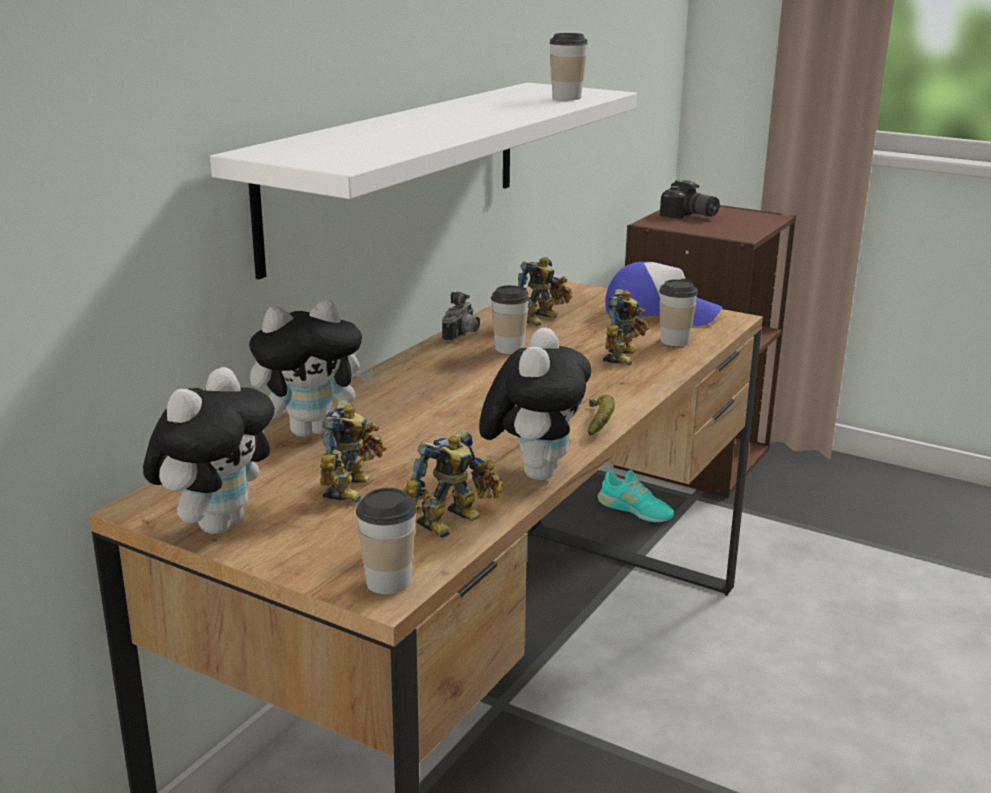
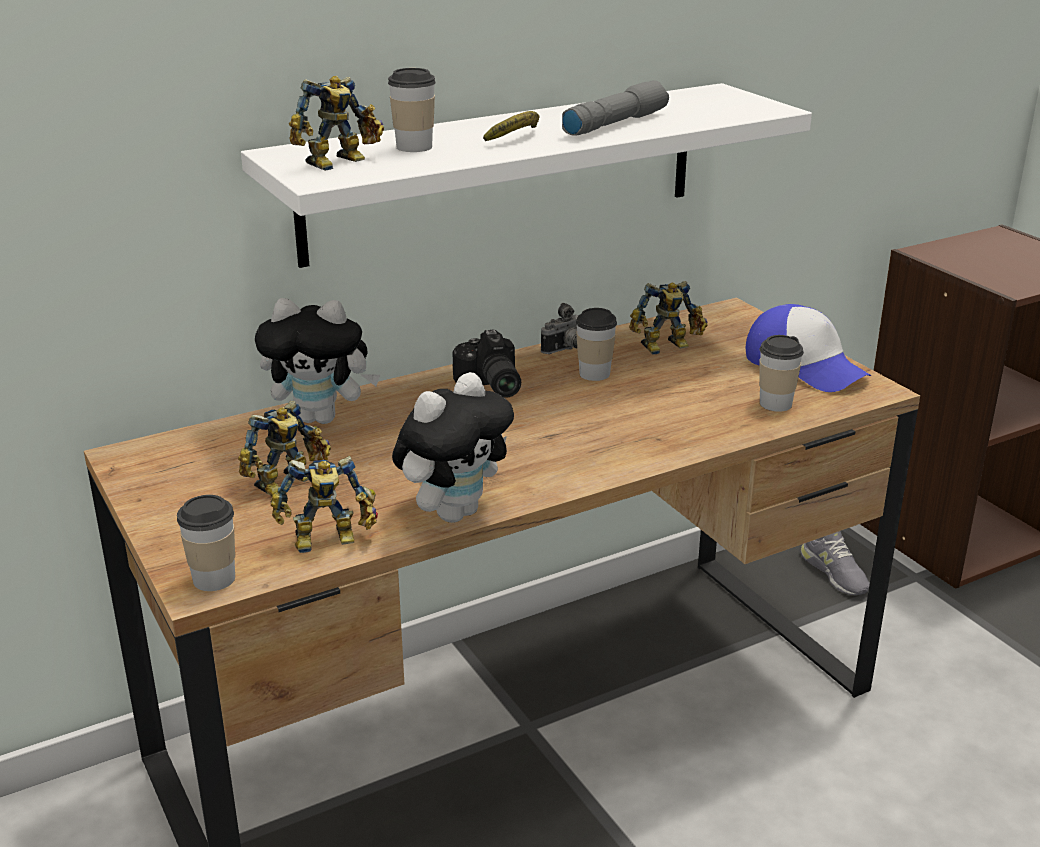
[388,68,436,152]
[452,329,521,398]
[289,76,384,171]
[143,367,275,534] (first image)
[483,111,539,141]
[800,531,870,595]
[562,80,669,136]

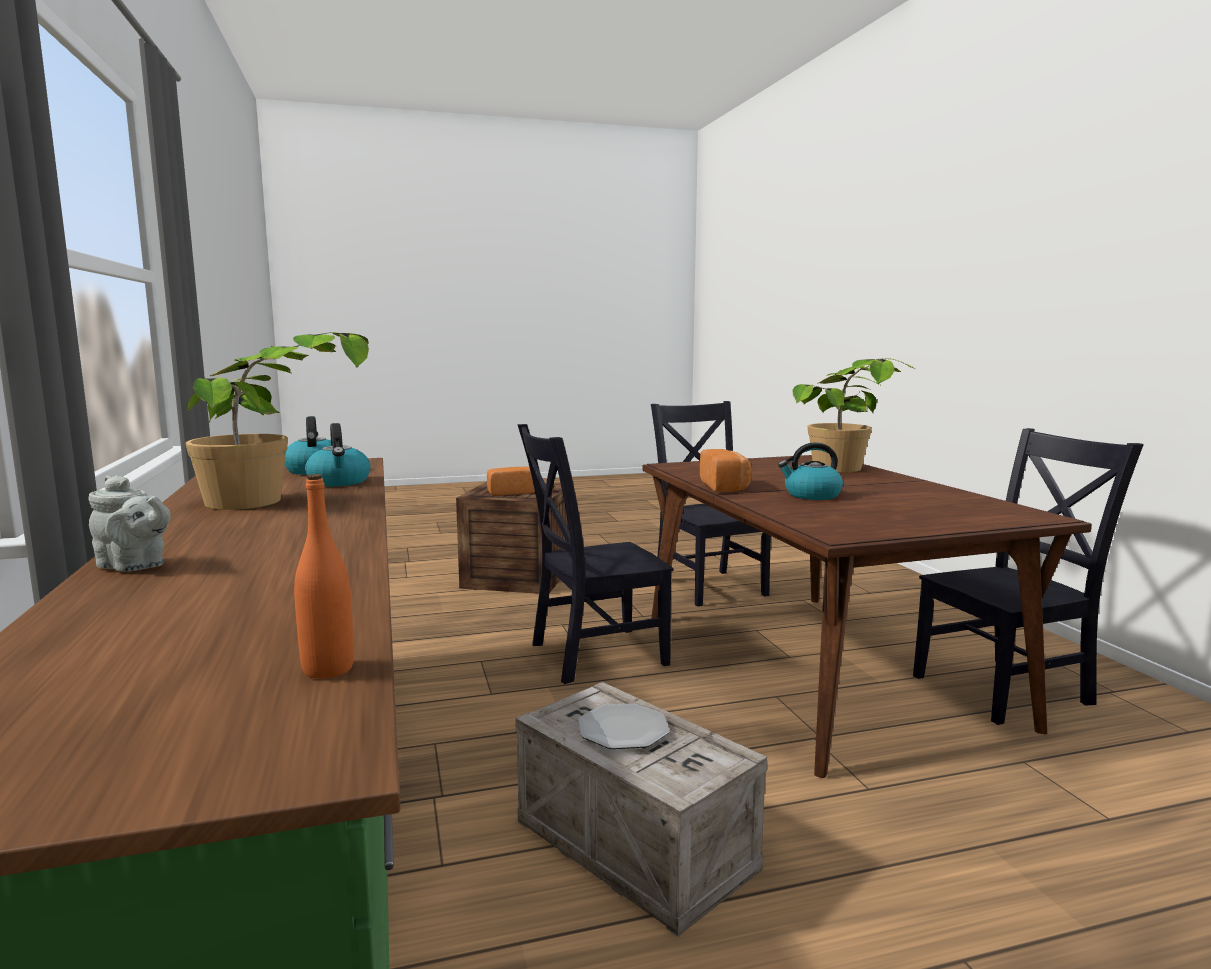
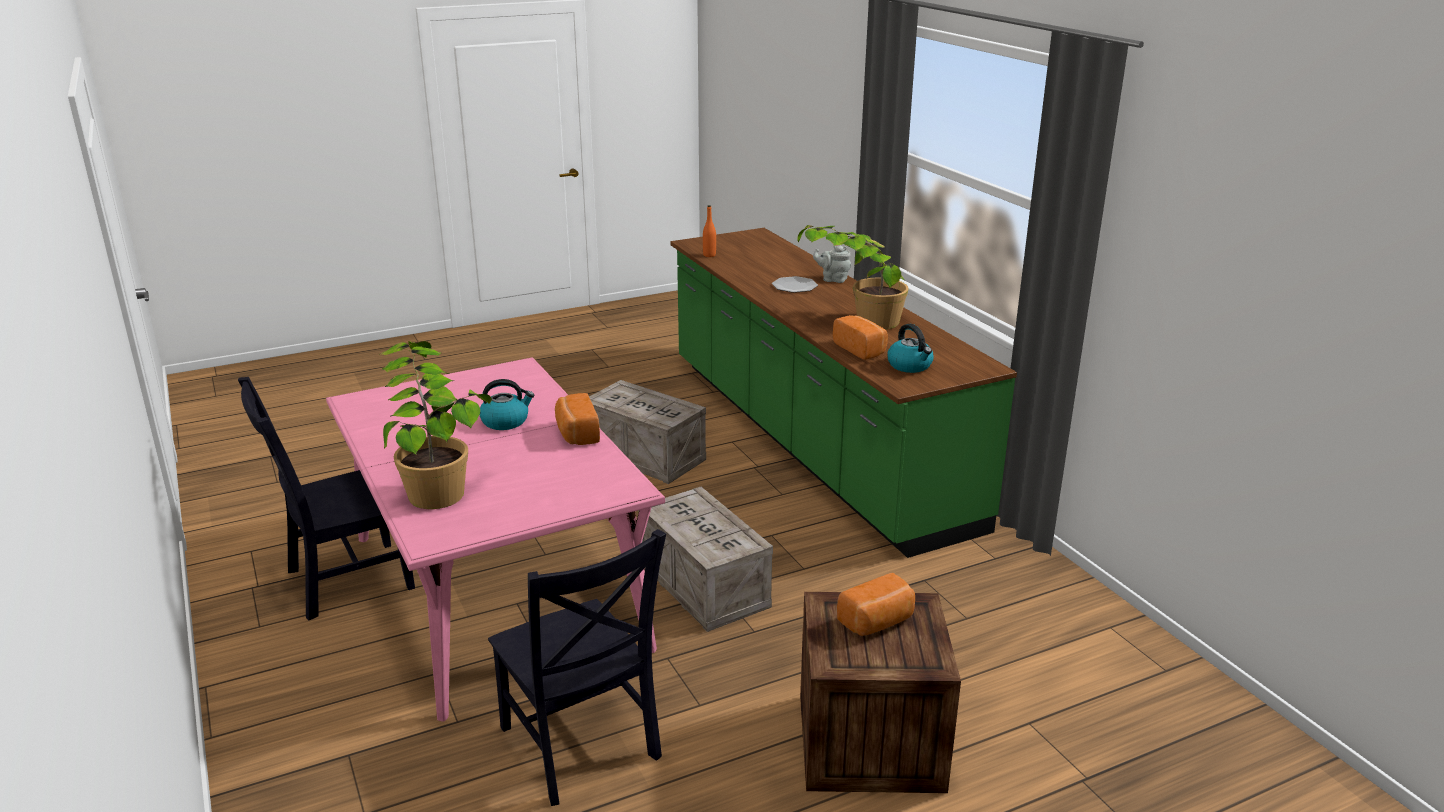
[833,315,888,360]
[642,487,773,632]
[326,357,665,722]
[772,276,818,293]

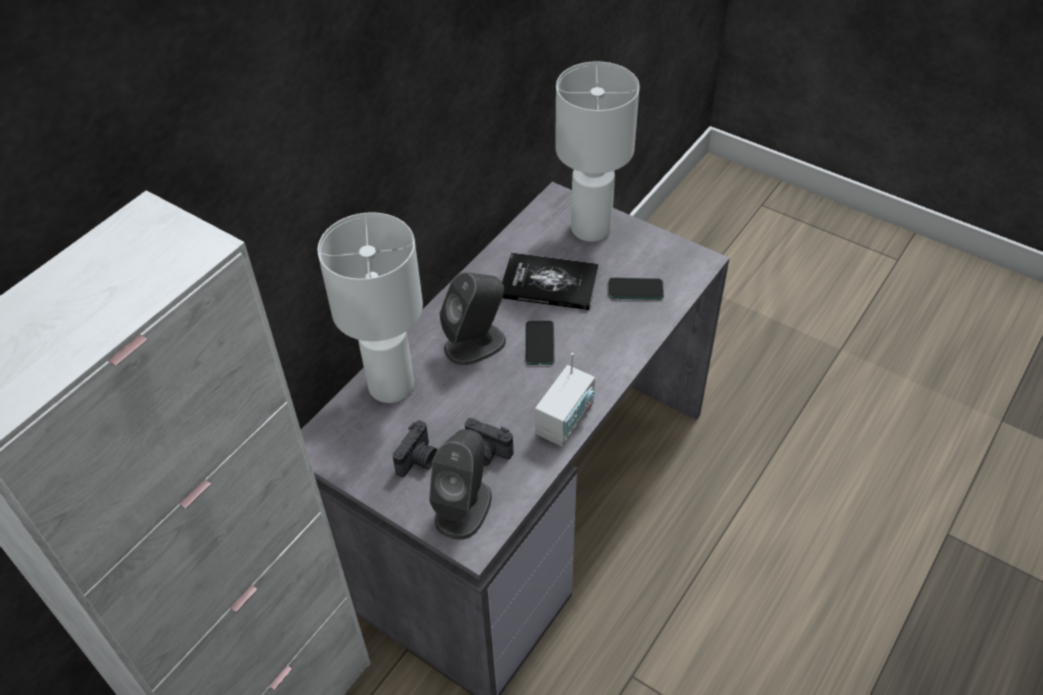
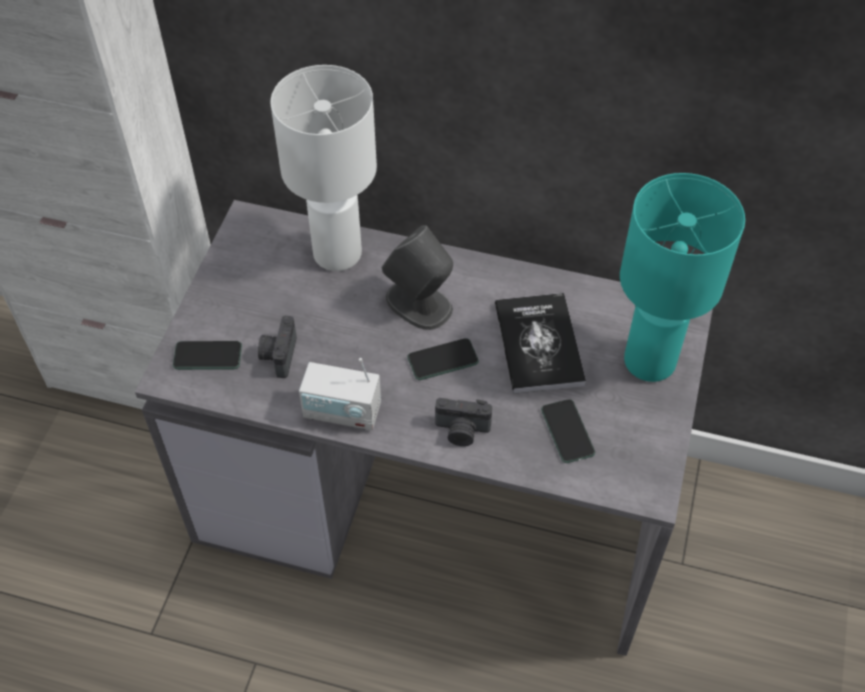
[620,173,745,382]
[435,398,492,446]
[173,341,242,370]

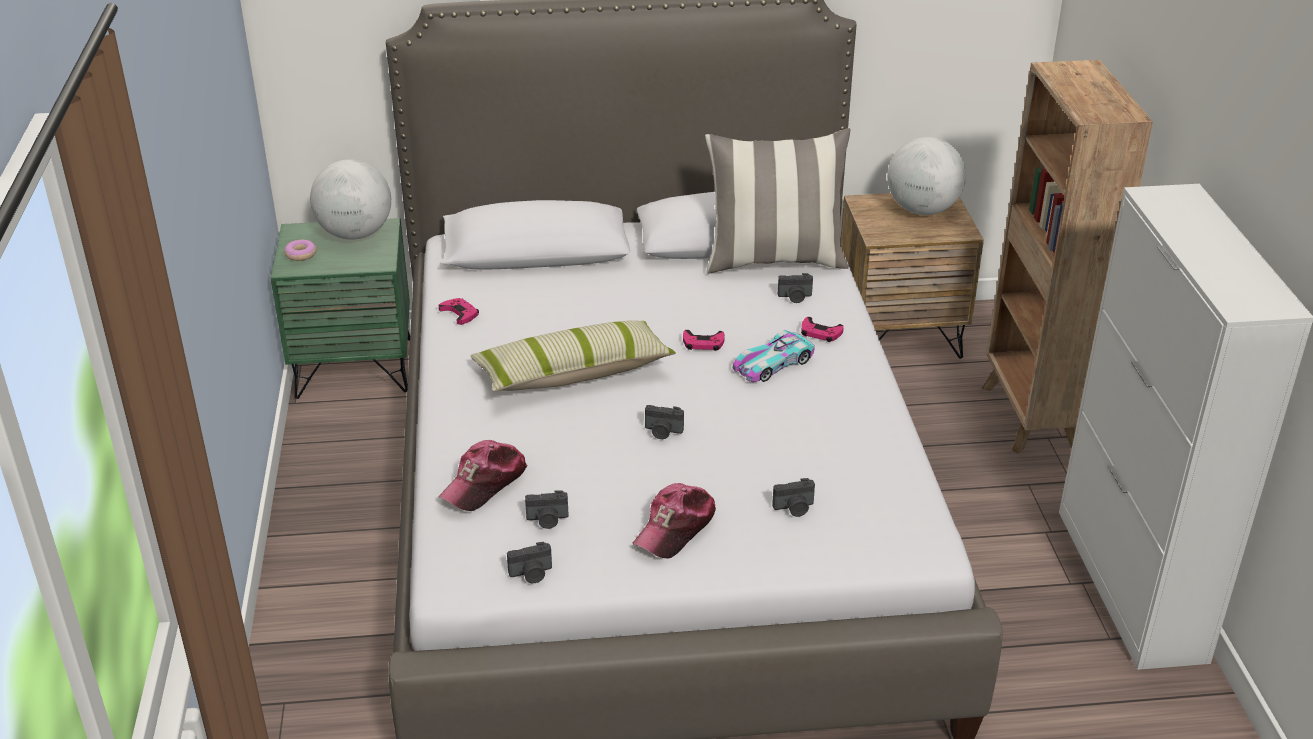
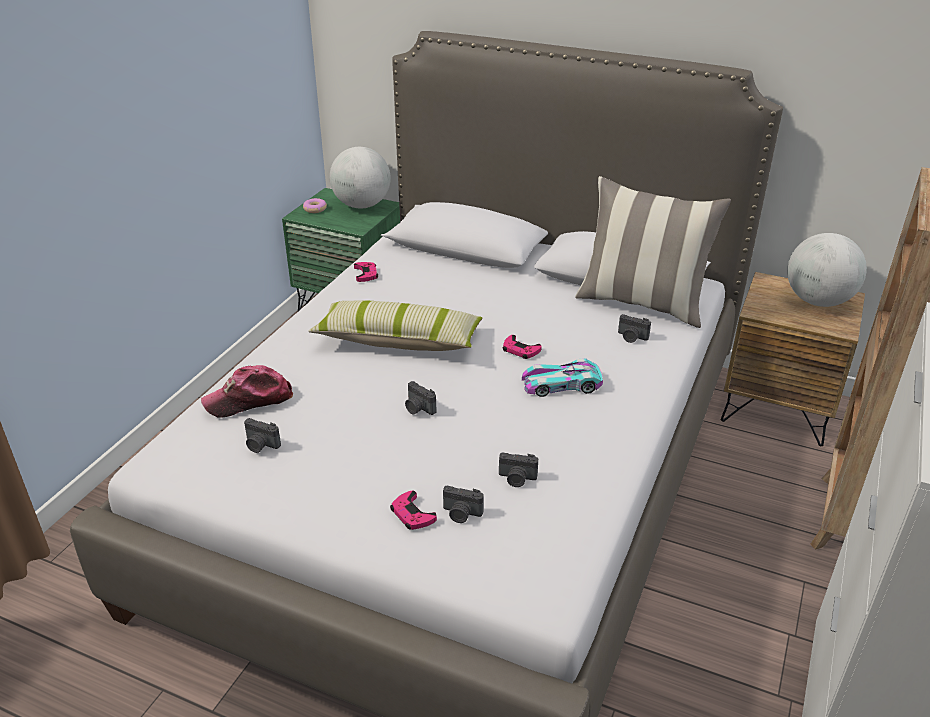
[390,490,437,530]
[633,483,716,558] (first image)
[499,452,538,487]

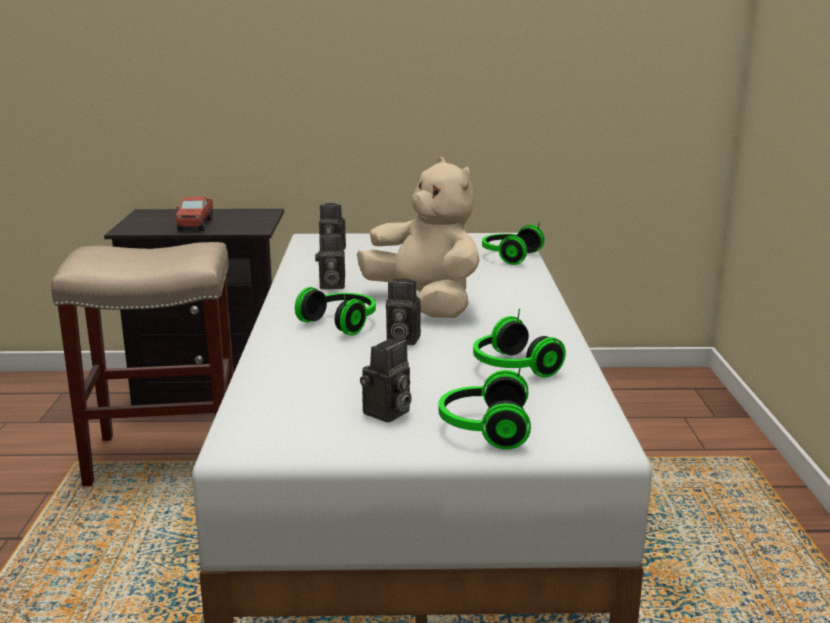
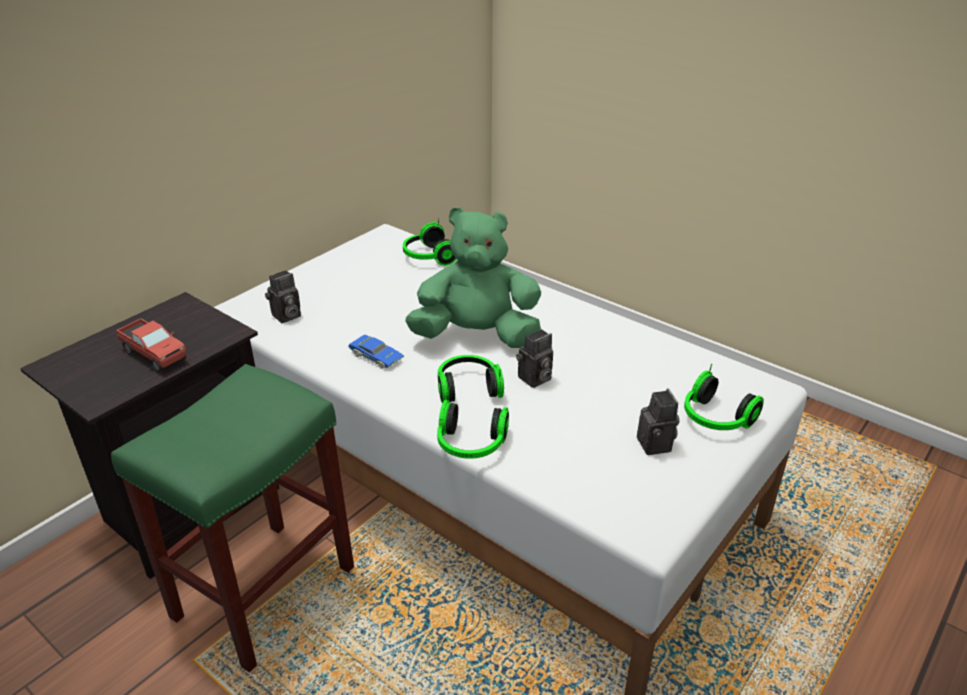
[405,207,541,348]
[348,335,404,369]
[111,364,354,673]
[437,392,509,459]

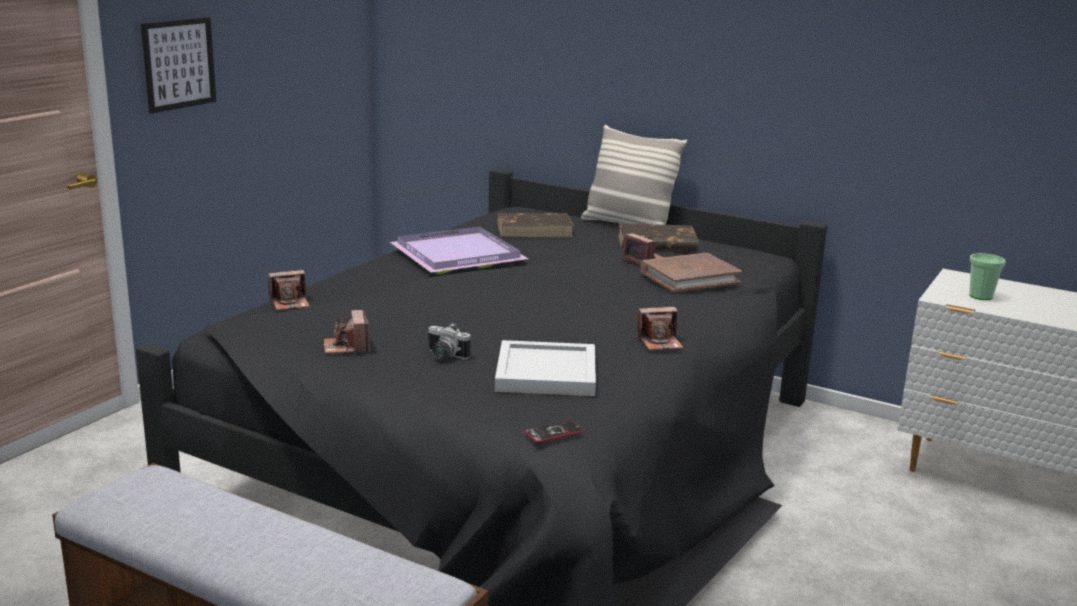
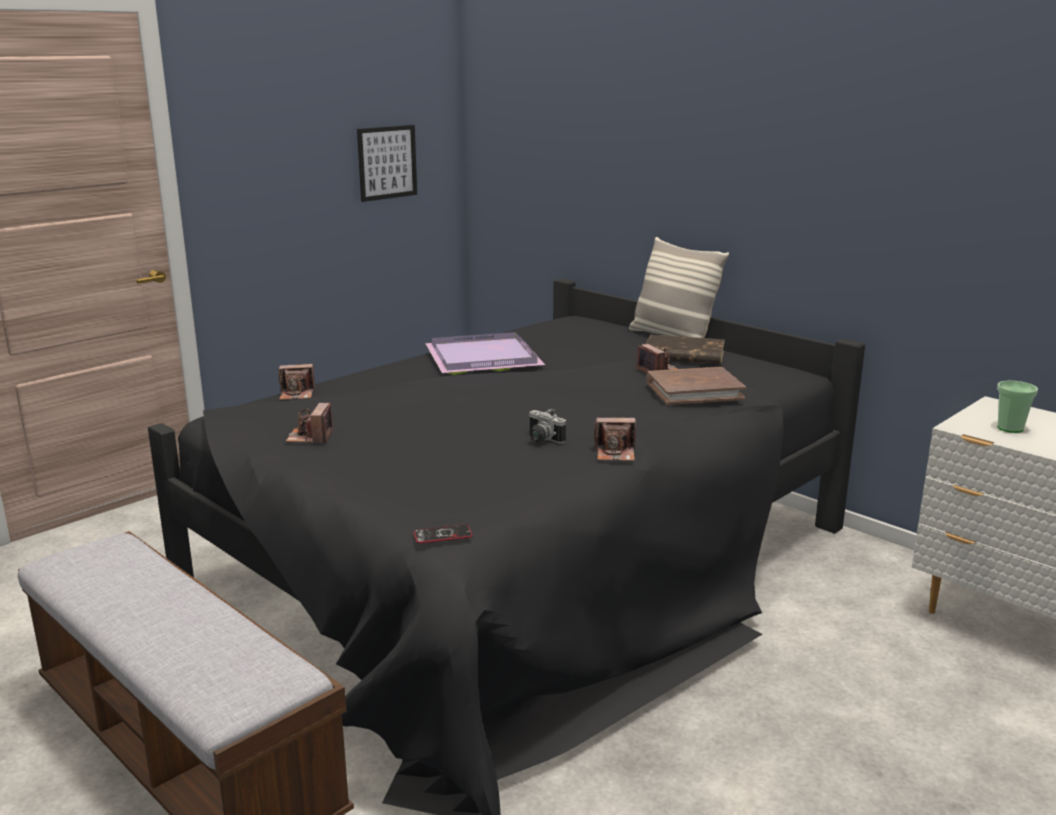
[357,125,417,202]
[497,213,574,237] (first image)
[528,409,566,444]
[495,340,596,396] (first image)

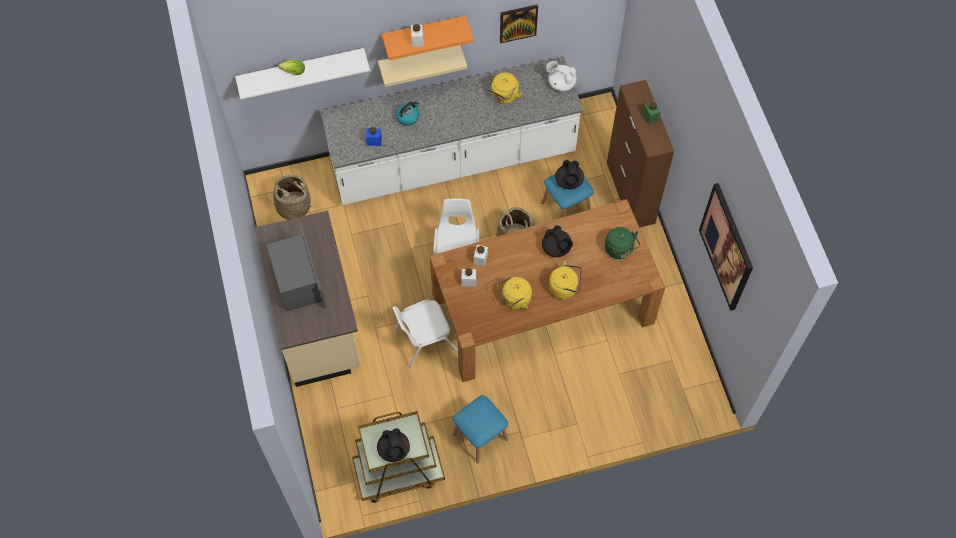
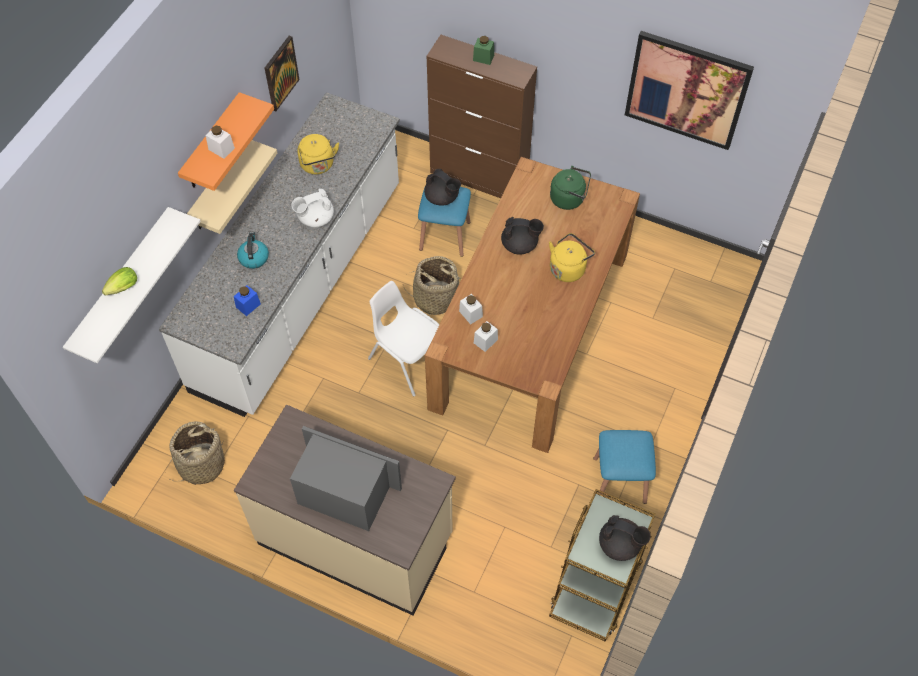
[291,189,334,228]
[497,276,532,310] (first image)
[392,300,458,368] (first image)

